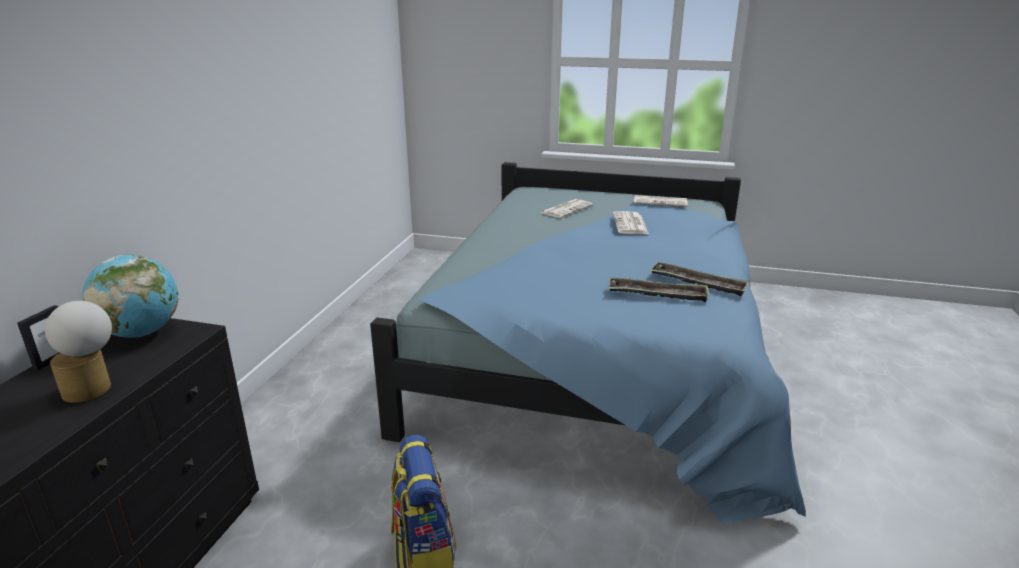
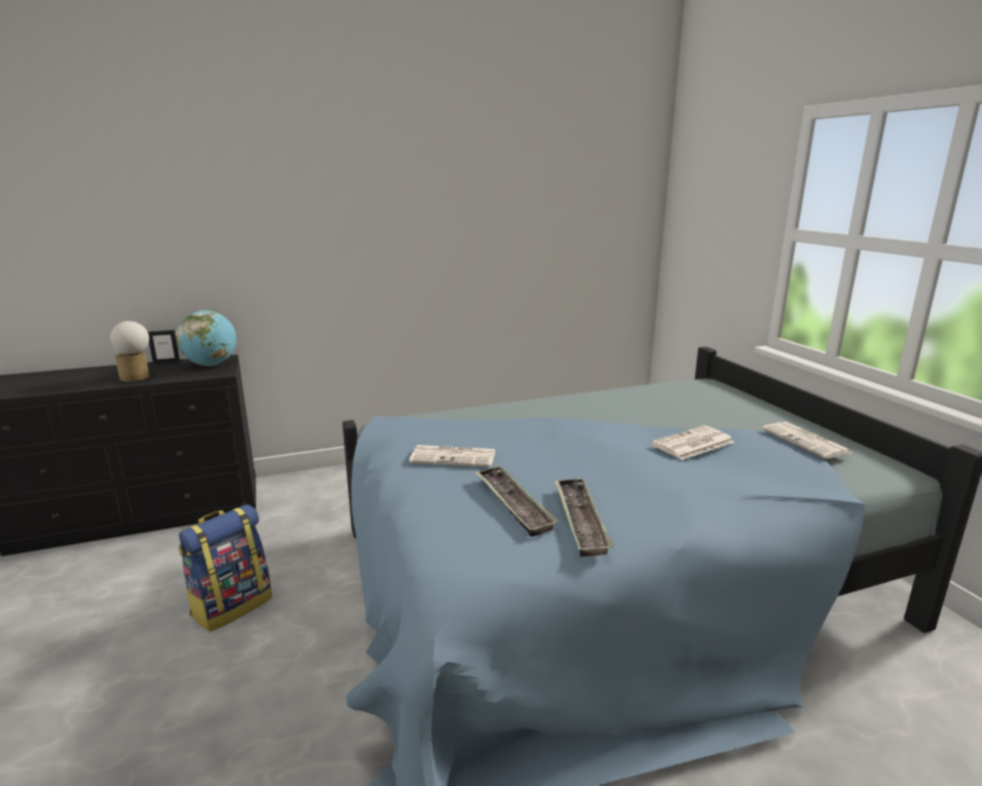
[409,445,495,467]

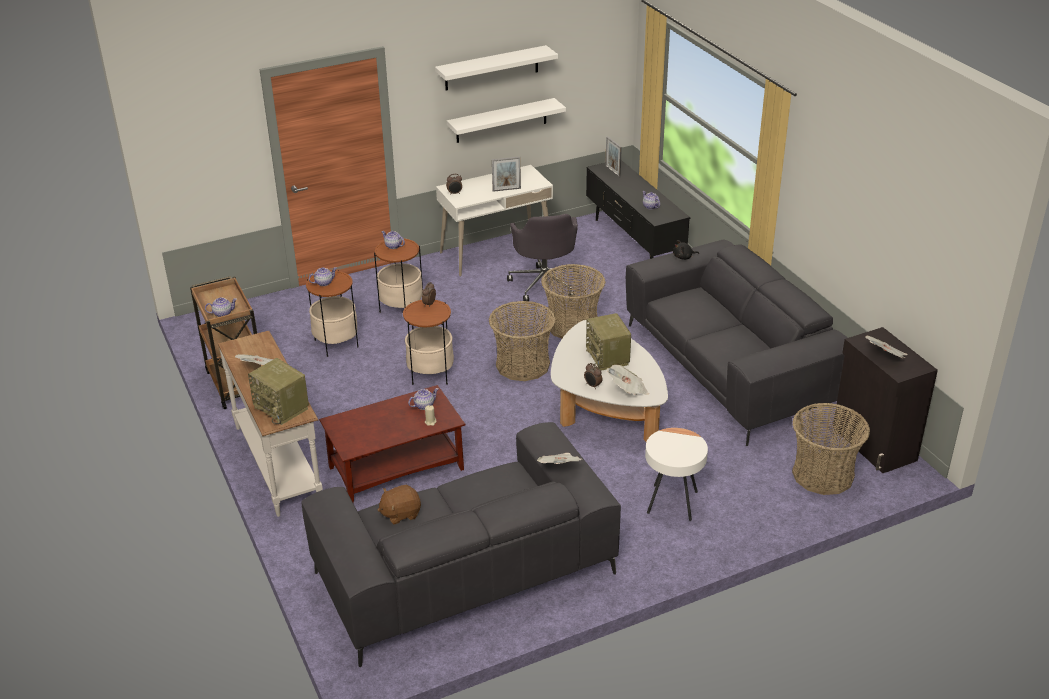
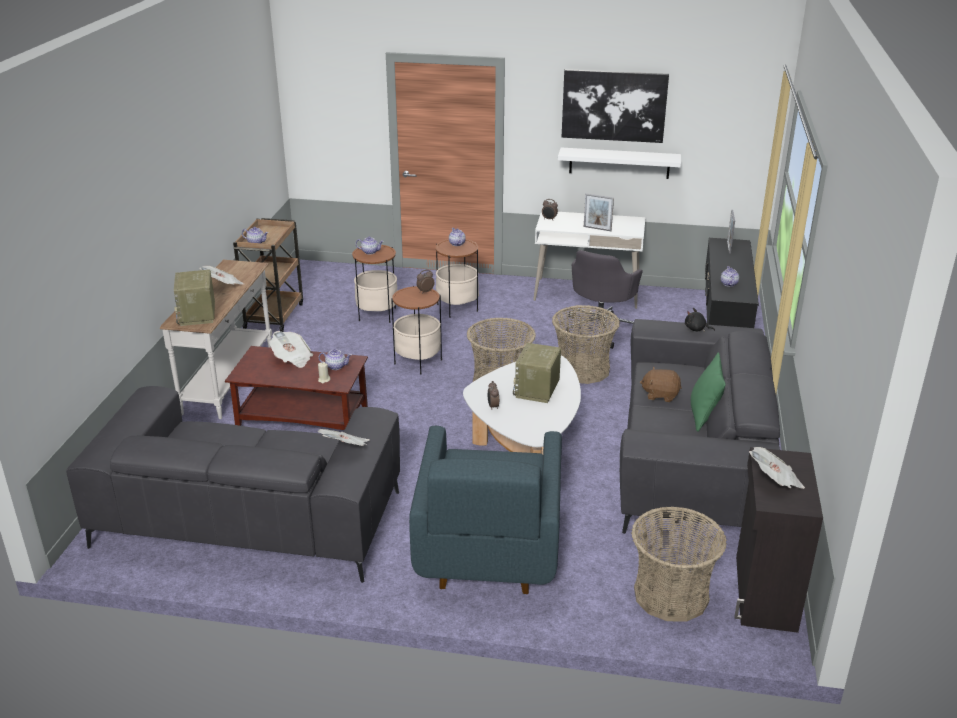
[562,69,669,143]
[269,331,313,368]
[409,426,562,594]
[640,367,682,402]
[691,352,726,432]

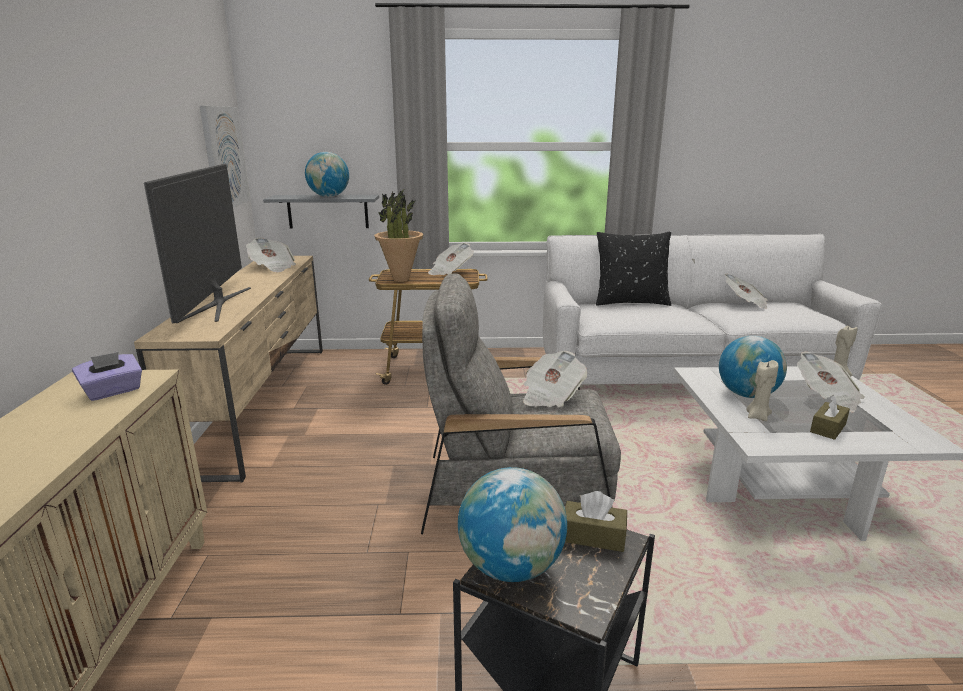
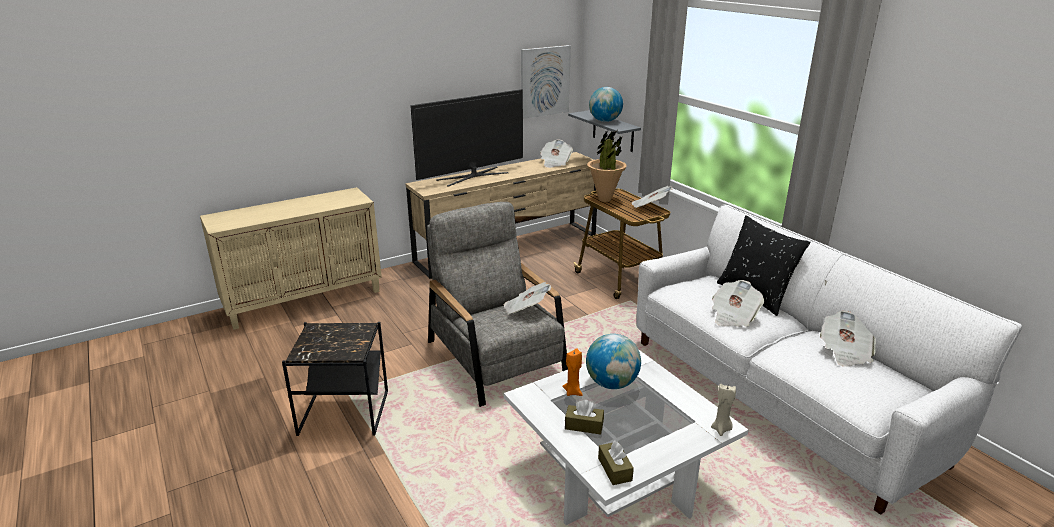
[712,280,764,327]
[72,352,142,401] (first image)
[562,348,583,396]
[458,467,567,582] (first image)
[598,440,634,485]

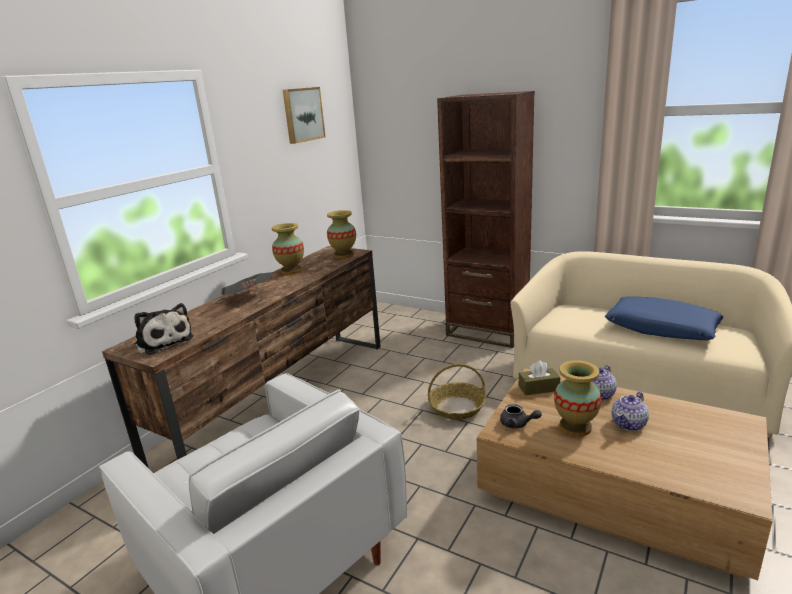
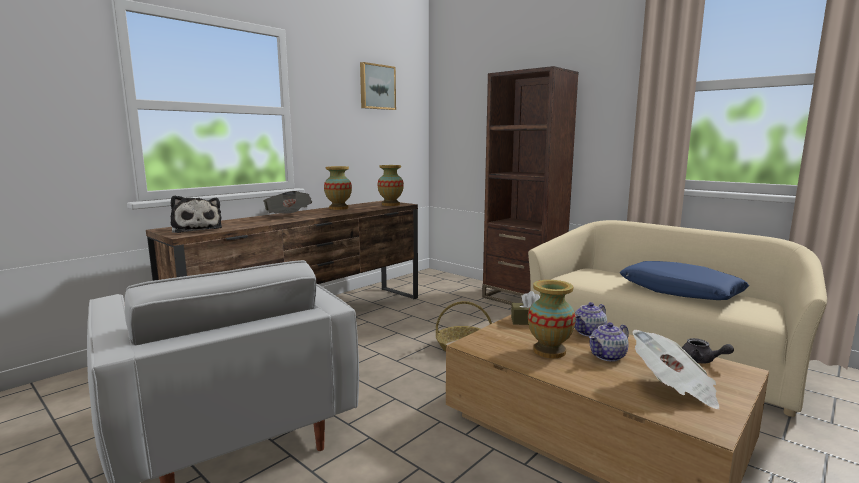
[682,338,734,363]
[632,330,719,409]

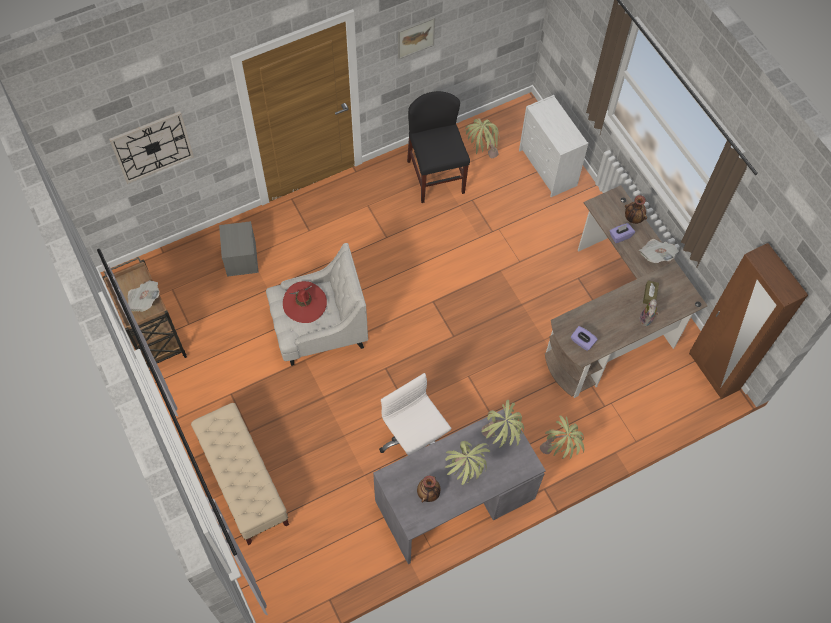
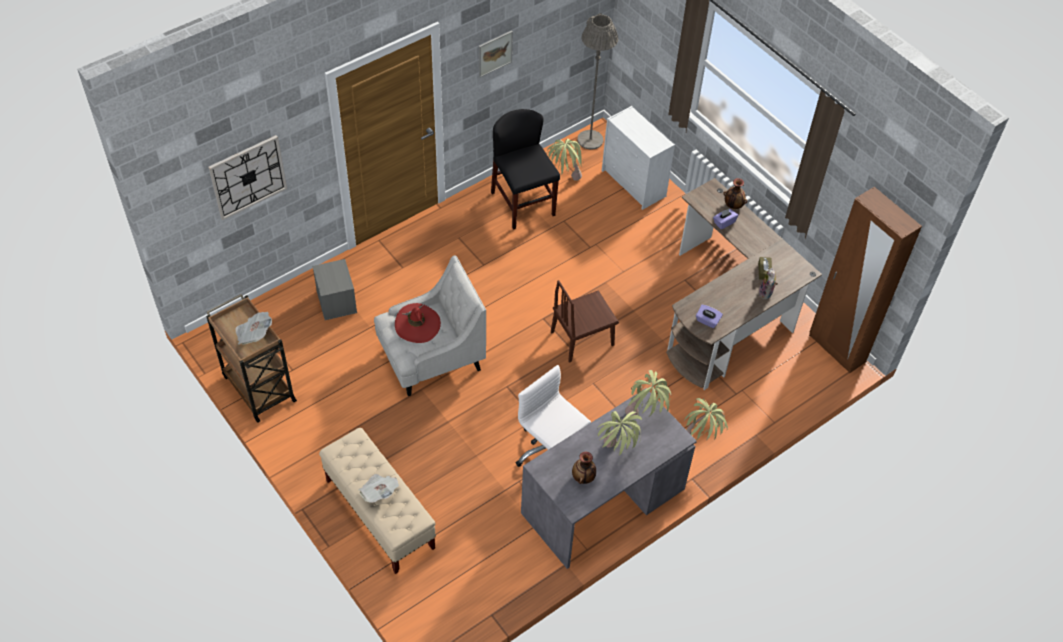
[359,474,399,503]
[577,13,618,150]
[551,280,619,363]

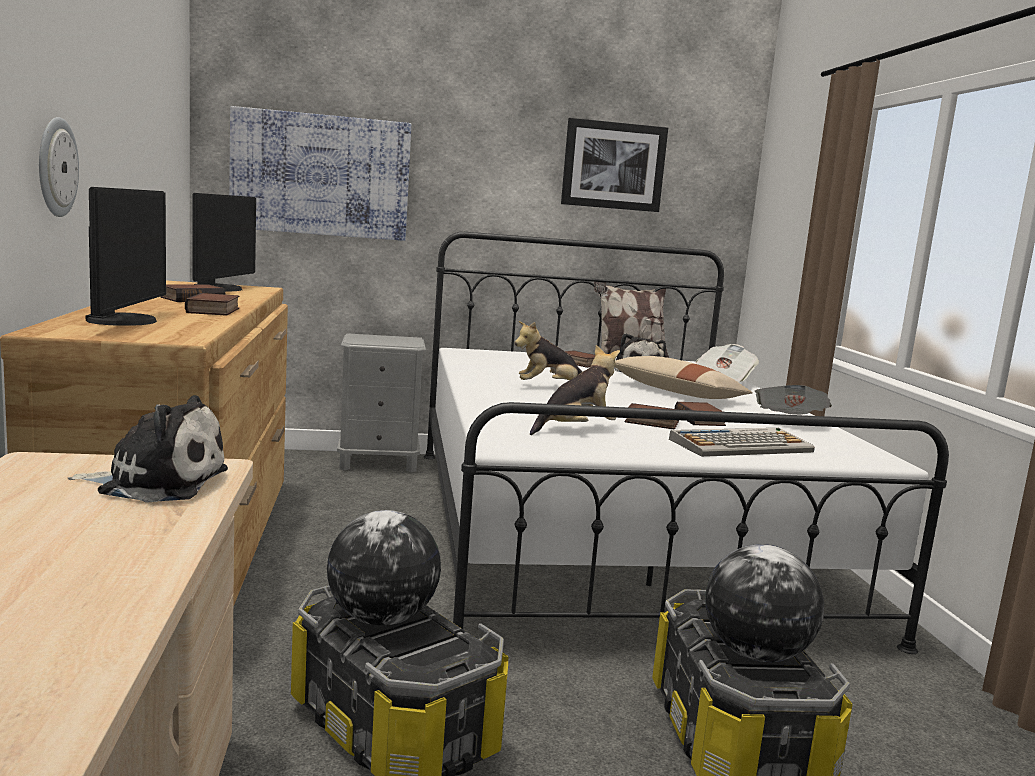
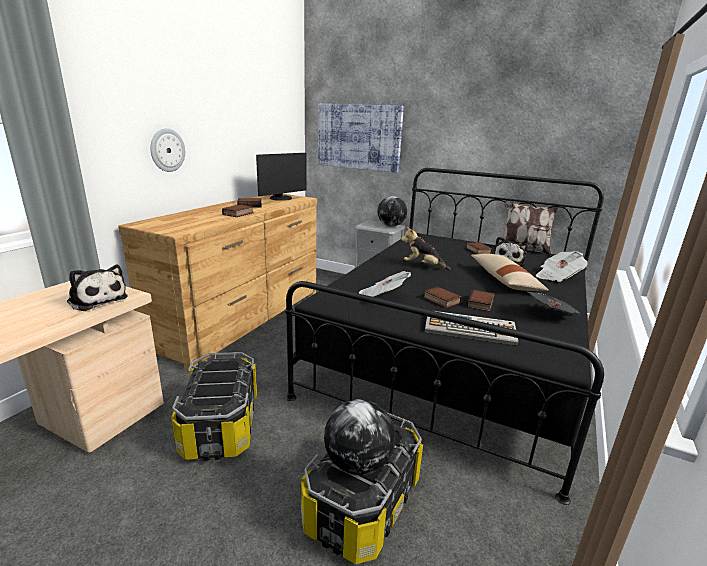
[561,118,668,212] (first image)
[86,187,166,326] (first image)
[285,168,604,505]
[359,271,411,297]
[377,196,407,226]

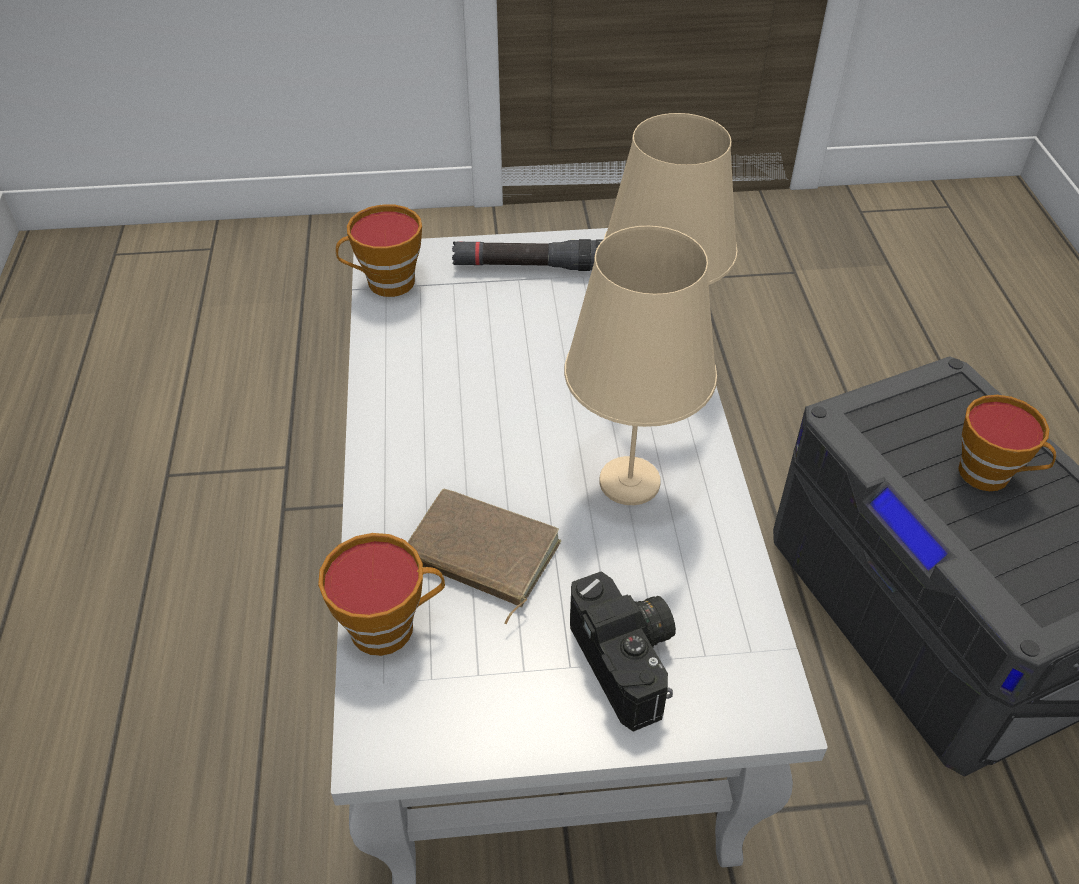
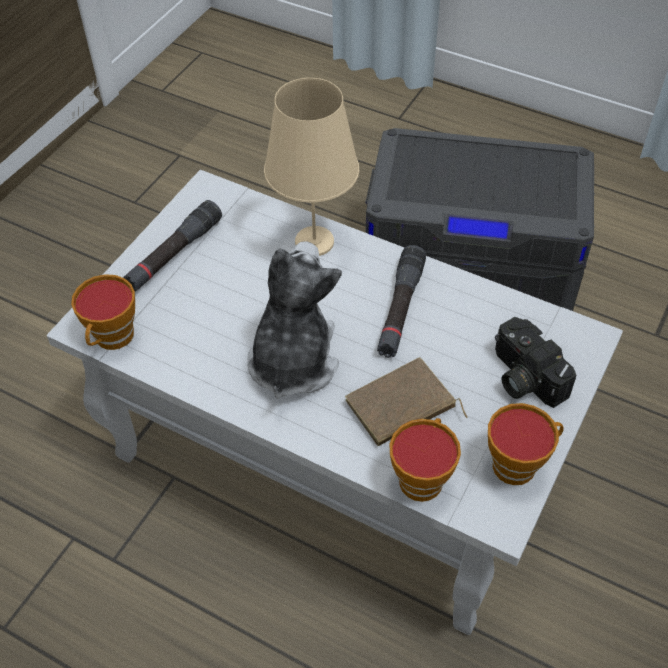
[377,245,426,358]
[488,403,564,485]
[495,317,576,408]
[247,241,342,399]

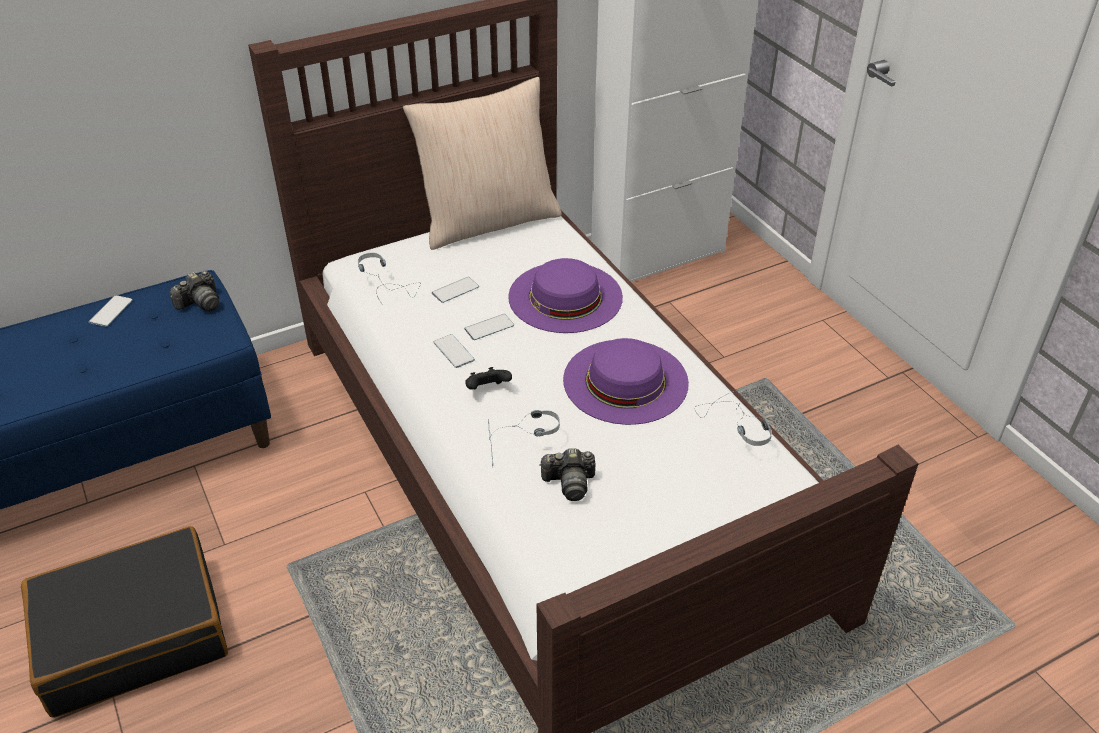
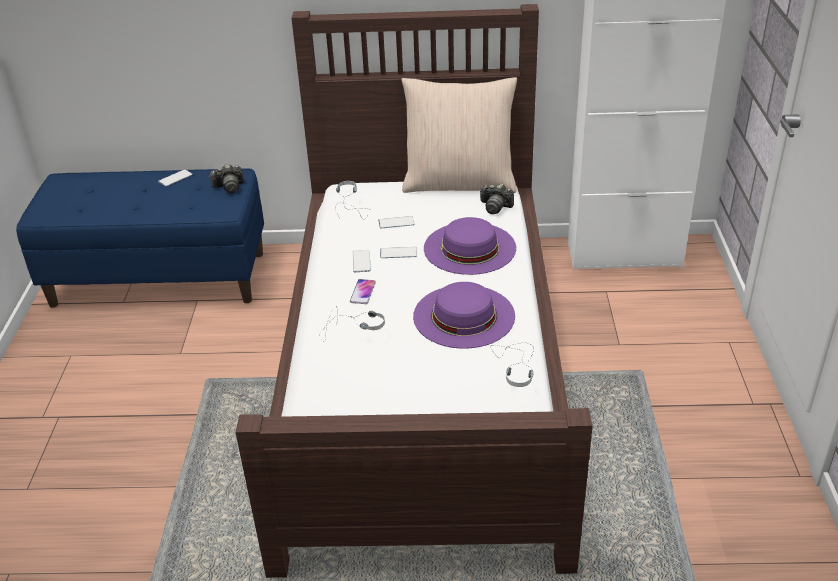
[350,279,376,304]
[480,184,514,214]
[21,526,228,718] (first image)

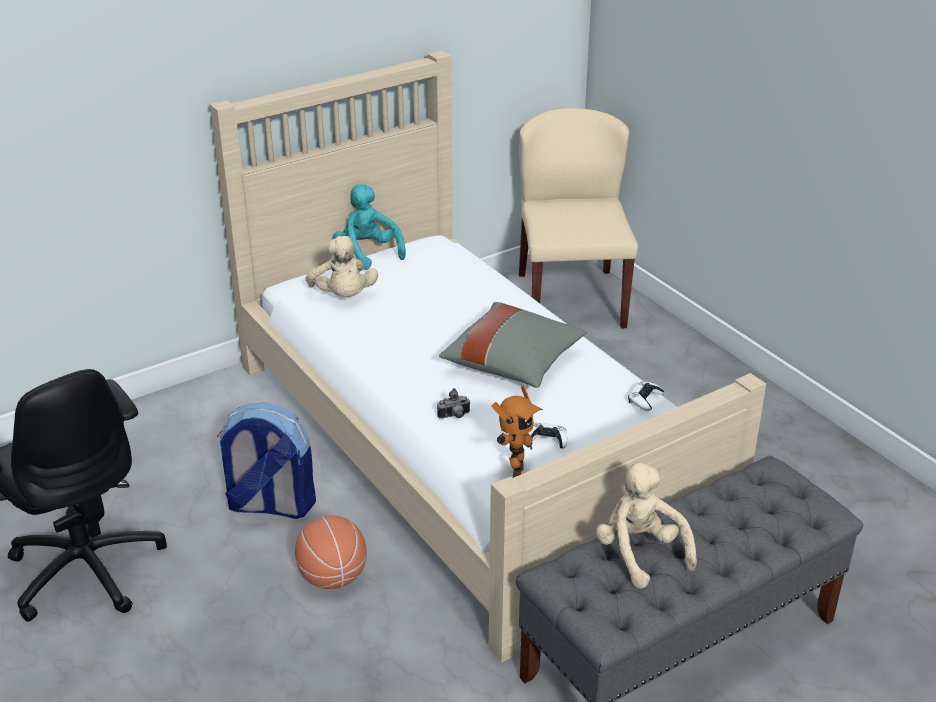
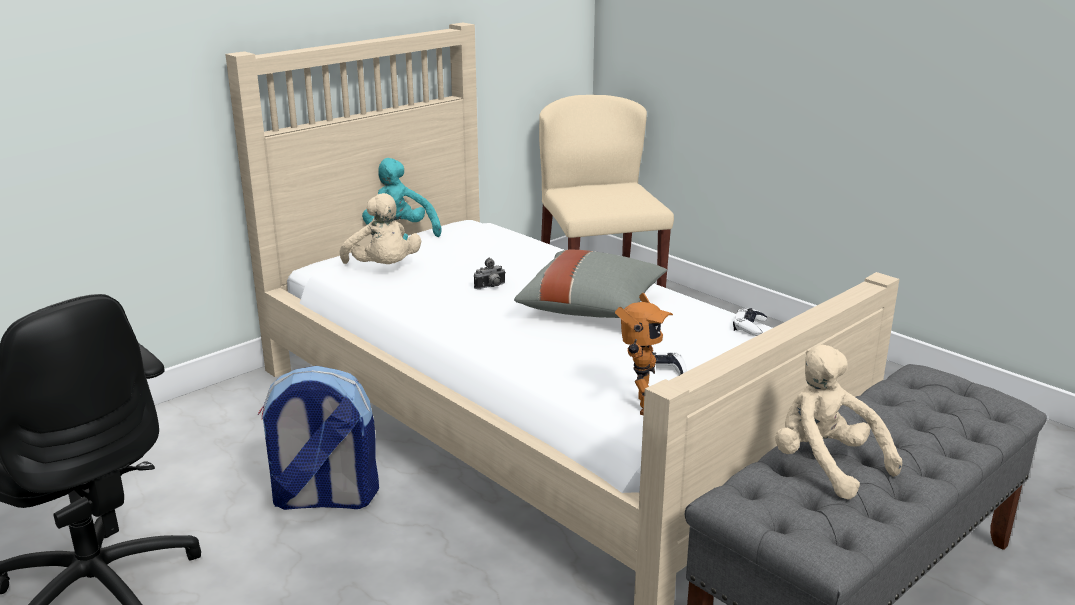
[474,258,505,289]
[295,515,367,589] (first image)

